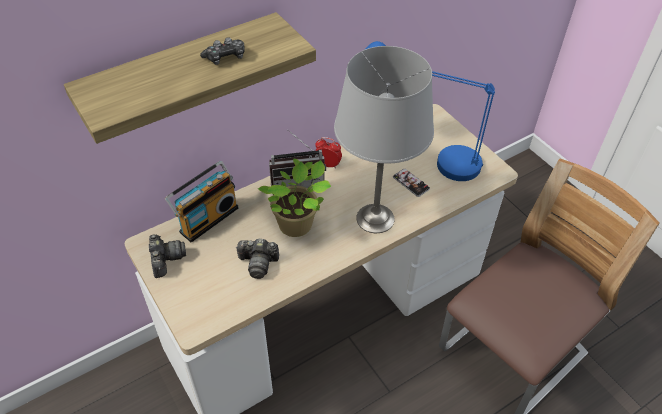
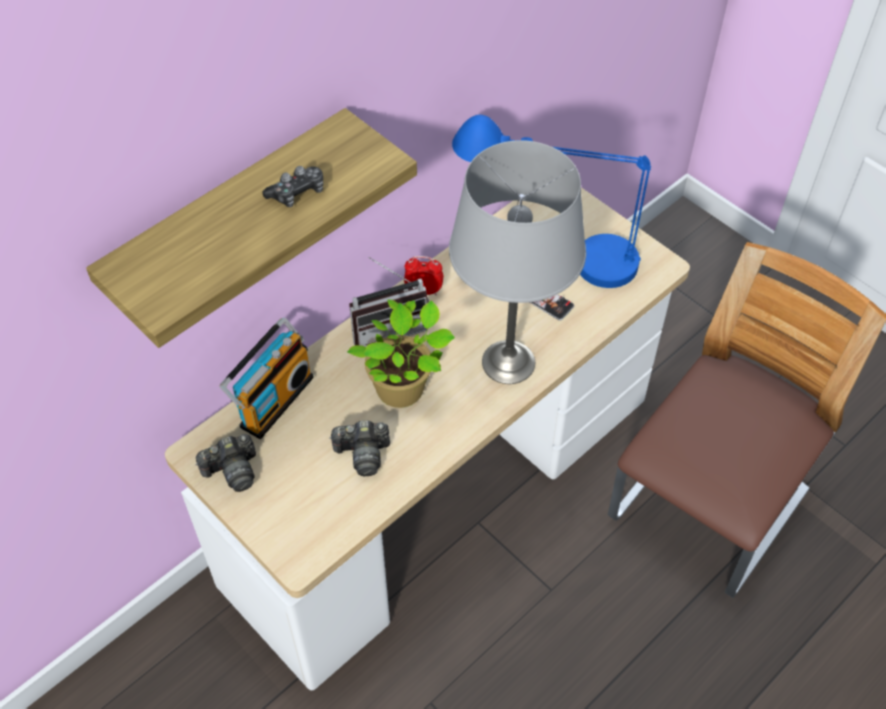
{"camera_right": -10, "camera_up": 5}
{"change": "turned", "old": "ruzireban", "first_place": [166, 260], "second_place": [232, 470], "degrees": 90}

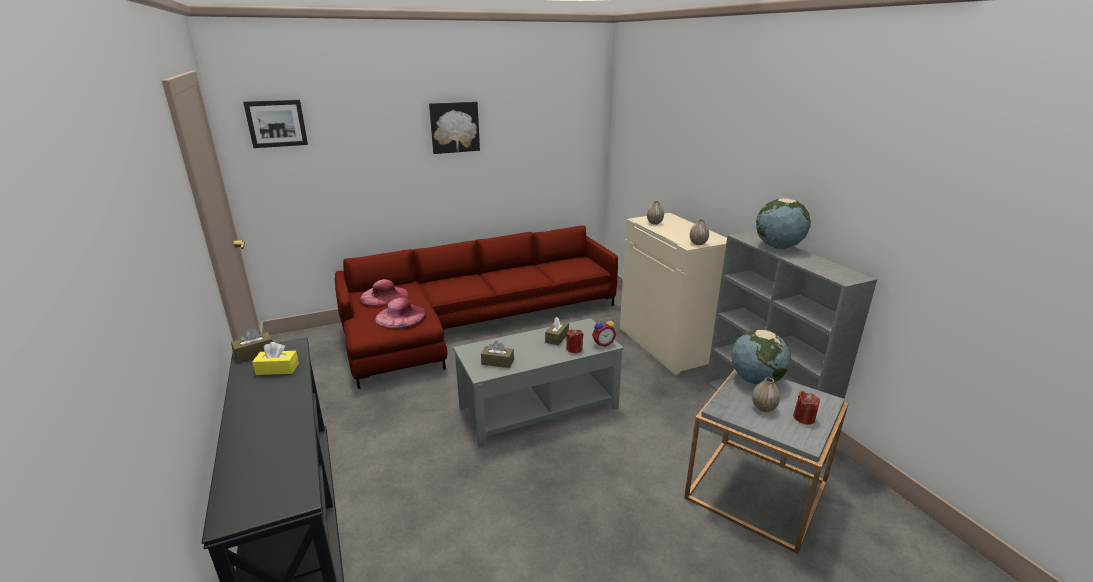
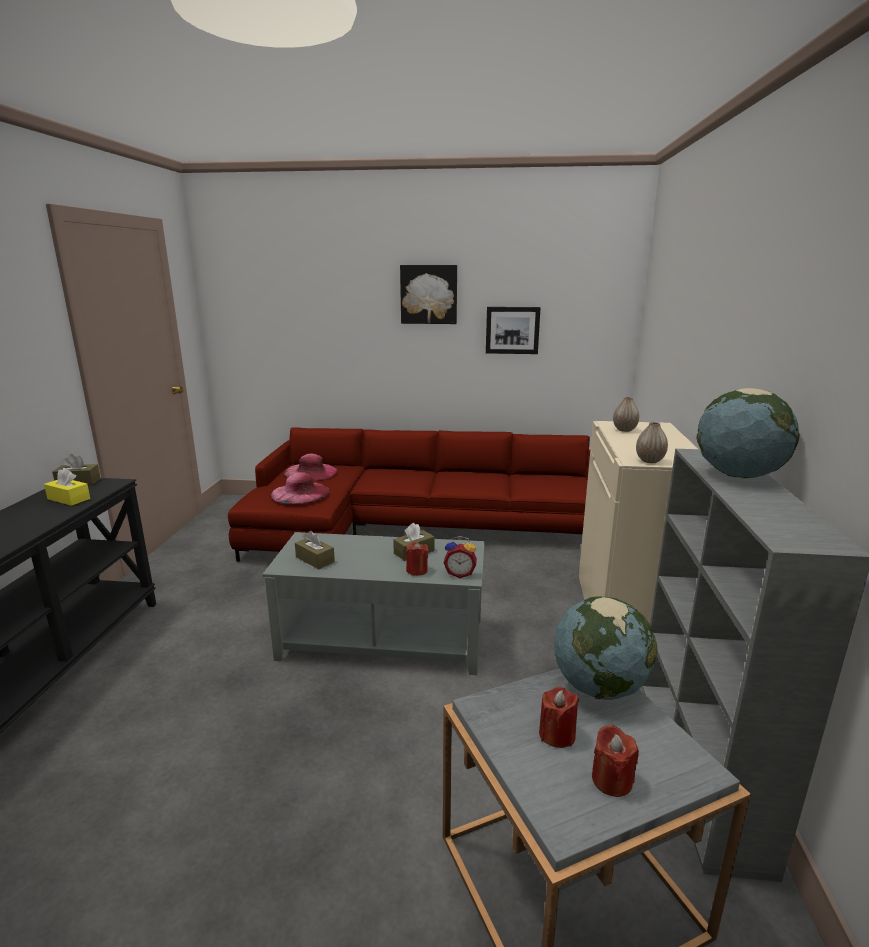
{"camera_right": 30, "camera_up": -5}
{"change": "moved", "old": "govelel", "first_place": [276, 123], "second_place": [512, 330]}
{"change": "replaced", "old": "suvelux", "new": "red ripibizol", "first_place": [763, 408], "second_place": [557, 734]}

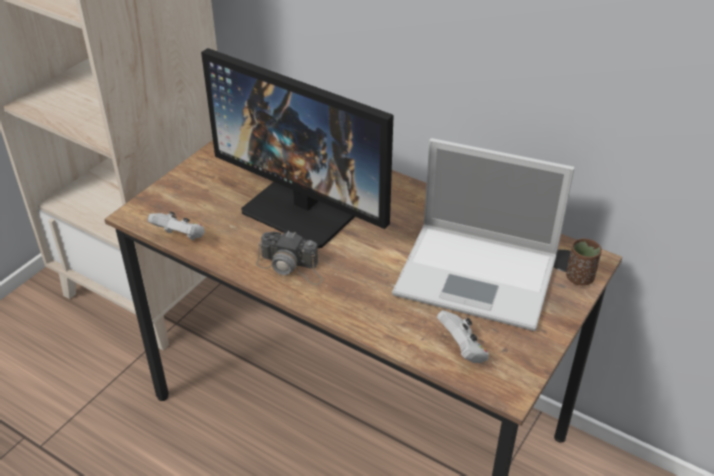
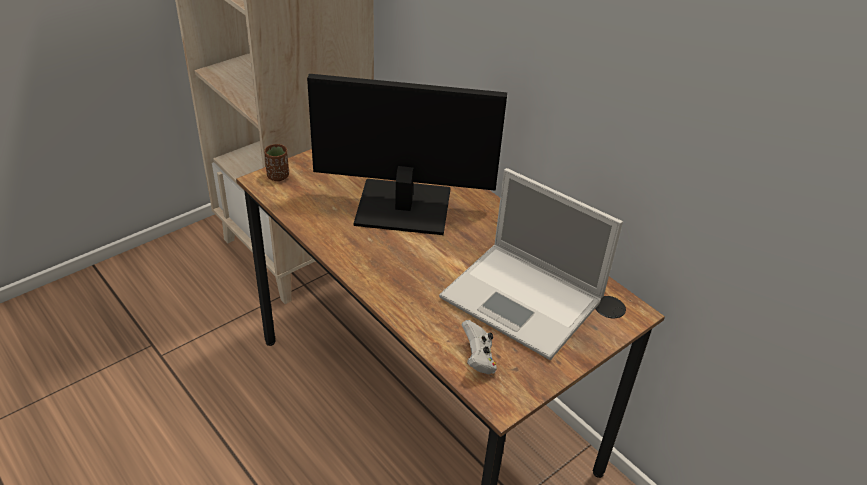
{"camera_right": 15, "camera_up": 0}
{"change": "removed", "old": "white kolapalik", "first_place": [180, 237]}
{"change": "turned", "old": "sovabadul", "first_place": [306, 207], "second_place": [402, 207], "degrees": 135}
{"change": "removed", "old": "ruzireban", "first_place": [291, 267]}
{"change": "moved", "old": "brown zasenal", "first_place": [579, 278], "second_place": [278, 176]}

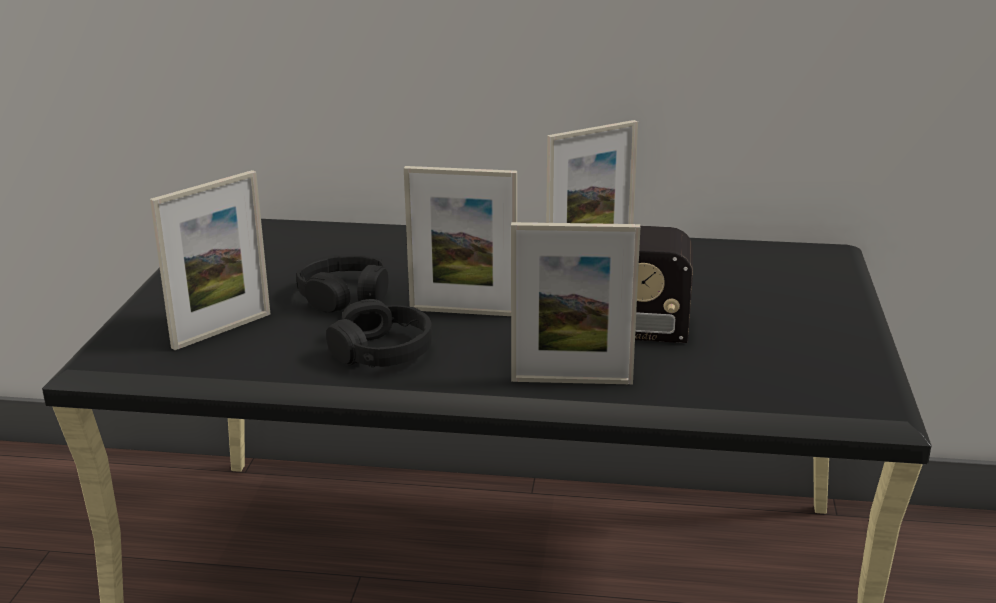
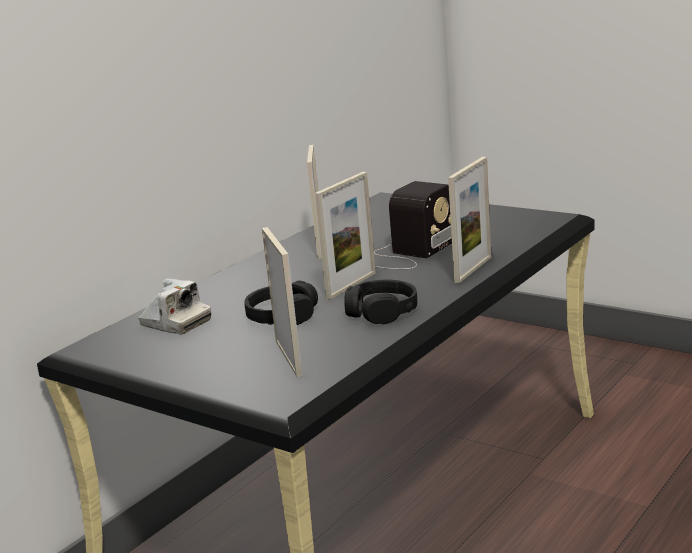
{"camera_right": -60, "camera_up": -5}
{"change": "added", "new": "ruzireban", "second_place": [175, 323]}

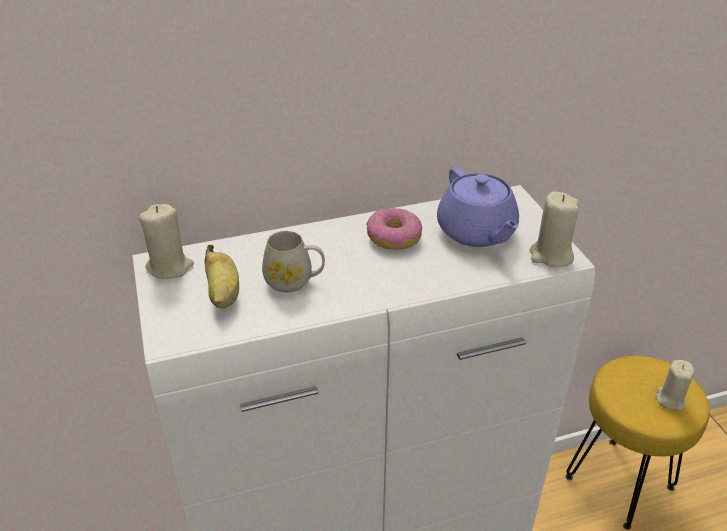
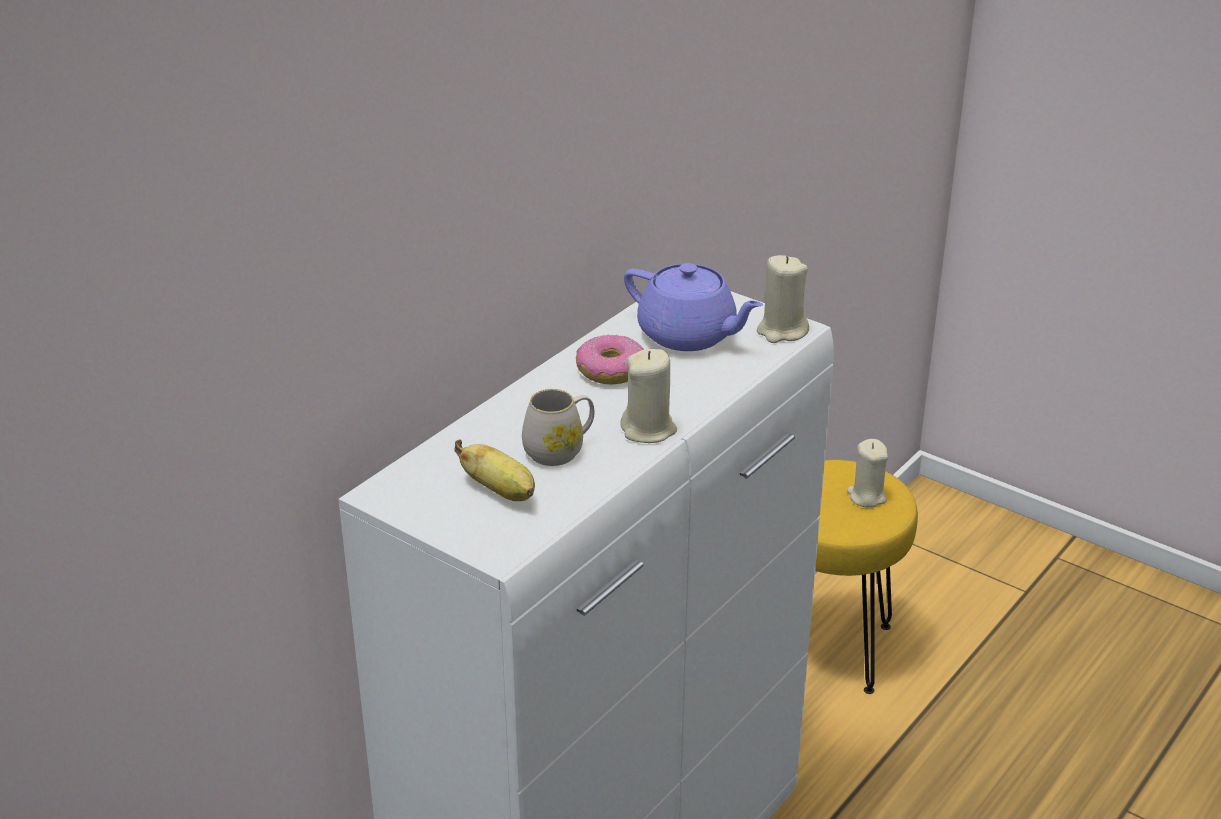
{"camera_right": -35, "camera_up": -5}
{"change": "moved", "old": "beige ripibizol", "first_place": [170, 267], "second_place": [649, 429]}

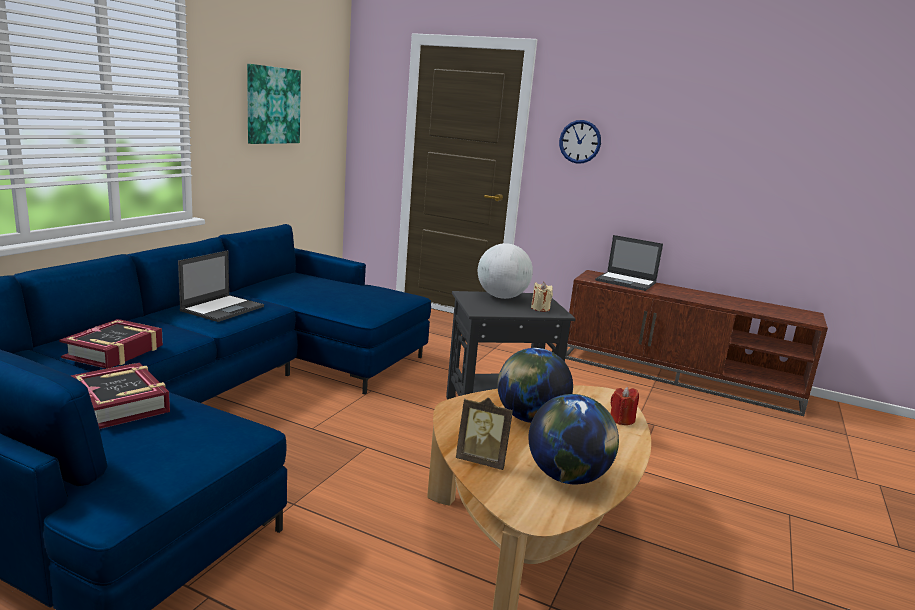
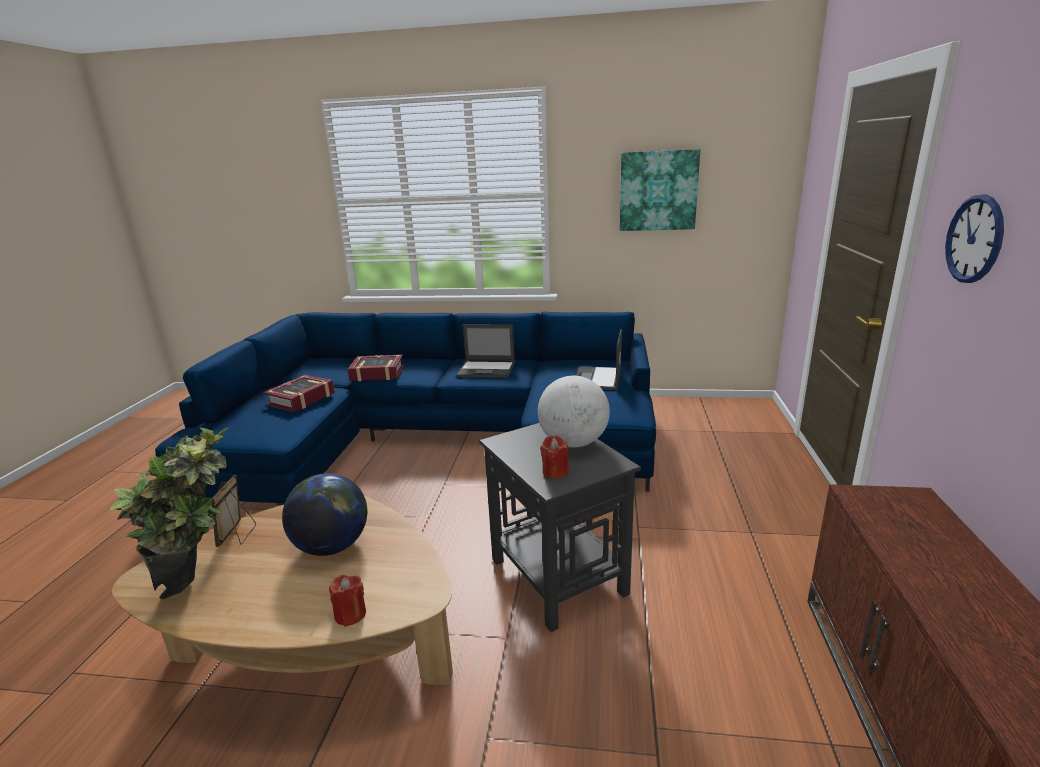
{"camera_right": 75, "camera_up": 5}
{"change": "replaced", "old": "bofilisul", "new": "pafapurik", "first_place": [567, 477], "second_place": [207, 588]}
{"change": "recoloured", "old": "beige ripibizol", "new": "red ripibizol", "first_place": [540, 308], "second_place": [555, 471]}
{"change": "moved", "old": "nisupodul", "first_place": [626, 282], "second_place": [597, 379]}

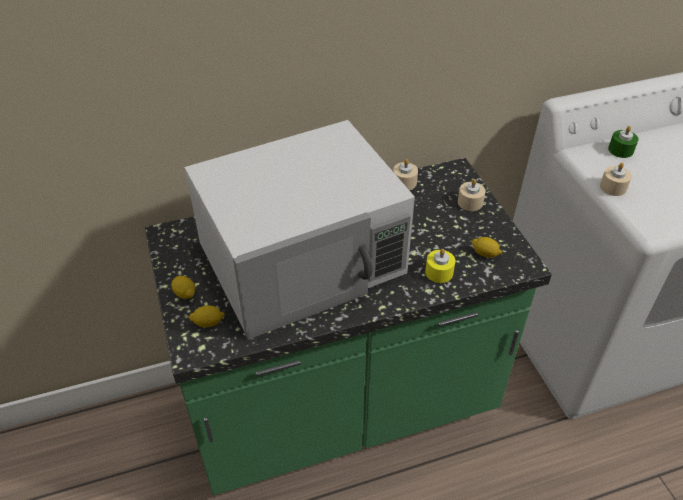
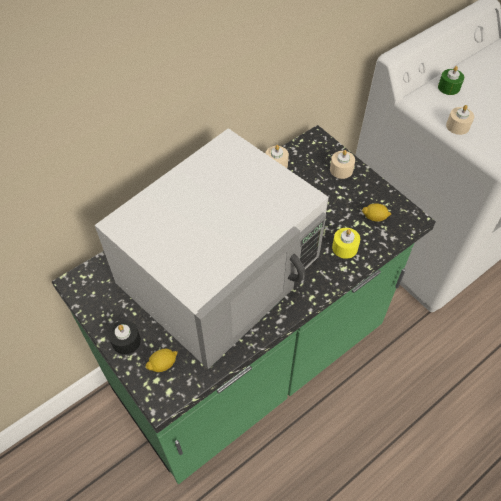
{"camera_right": -20, "camera_up": 10}
{"change": "replaced", "old": "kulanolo", "new": "black ripibizol", "first_place": [184, 293], "second_place": [126, 341]}

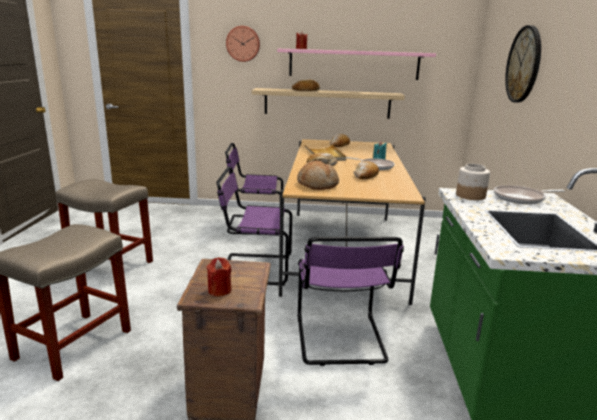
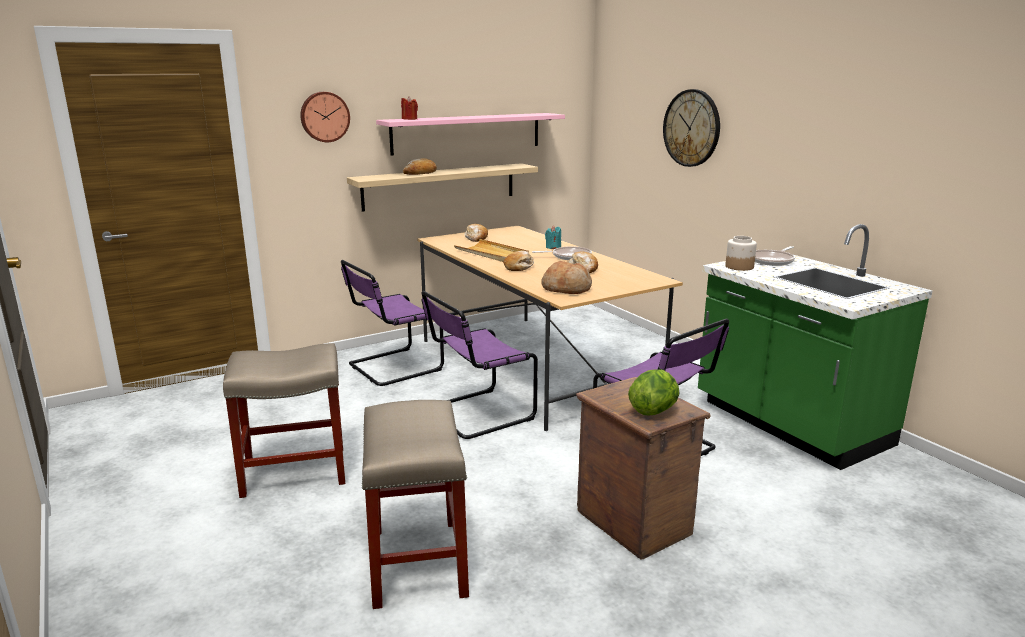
{"camera_right": -35, "camera_up": 0}
{"change": "replaced", "old": "red ripibizol", "new": "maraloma", "first_place": [219, 290], "second_place": [654, 411]}

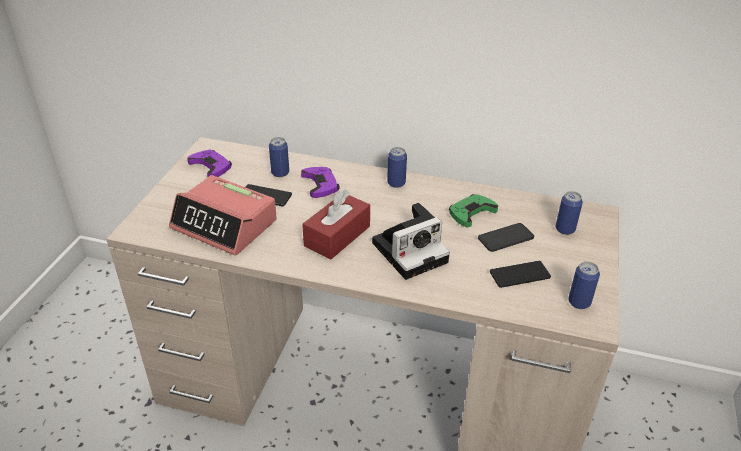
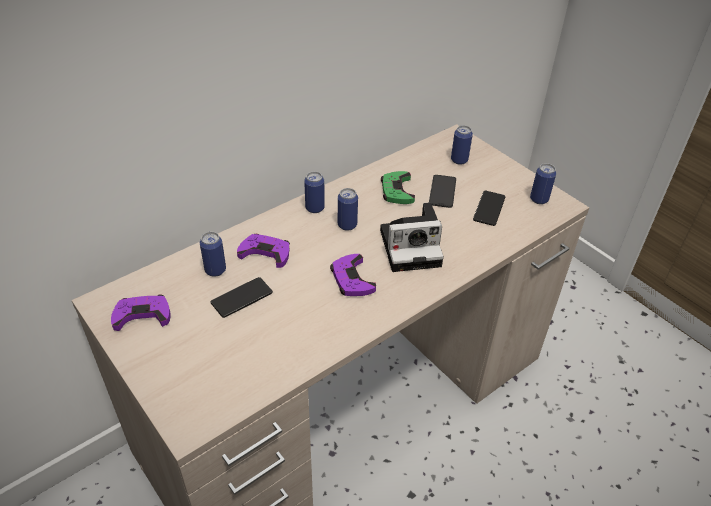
{"camera_right": -55, "camera_up": 5}
{"change": "removed", "old": "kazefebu", "first_place": [225, 225]}
{"change": "replaced", "old": "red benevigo", "new": "purple kolapalik", "first_place": [337, 236], "second_place": [352, 279]}
{"change": "turned", "old": "ruzireban", "first_place": [411, 251], "second_place": [412, 247], "degrees": 75}
{"change": "added", "new": "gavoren", "second_place": [347, 225]}

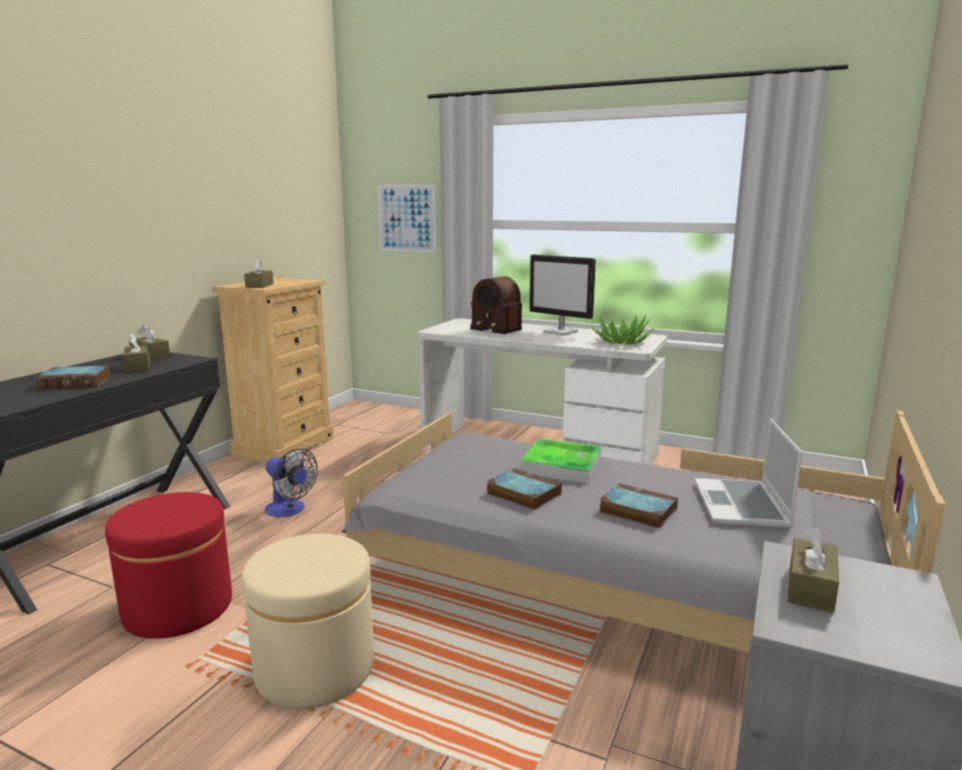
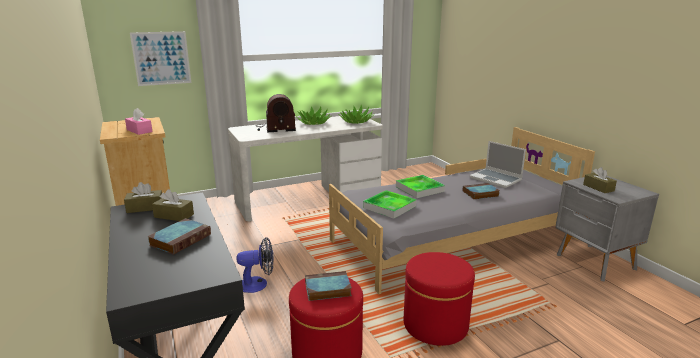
{"camera_right": -50, "camera_up": 5}
{"change": "recoloured", "old": "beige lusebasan", "new": "red lusebasan", "first_place": [315, 668], "second_place": [435, 325]}
{"change": "recoloured", "old": "brown benevigo", "new": "pink benevigo", "first_place": [259, 286], "second_place": [139, 131]}
{"change": "moved", "old": "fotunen", "first_place": [522, 493], "second_place": [326, 289]}
{"change": "replaced", "old": "sovabadul", "new": "pafapurik", "first_place": [561, 332], "second_place": [313, 123]}
{"change": "added", "new": "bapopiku", "second_place": [389, 207]}

